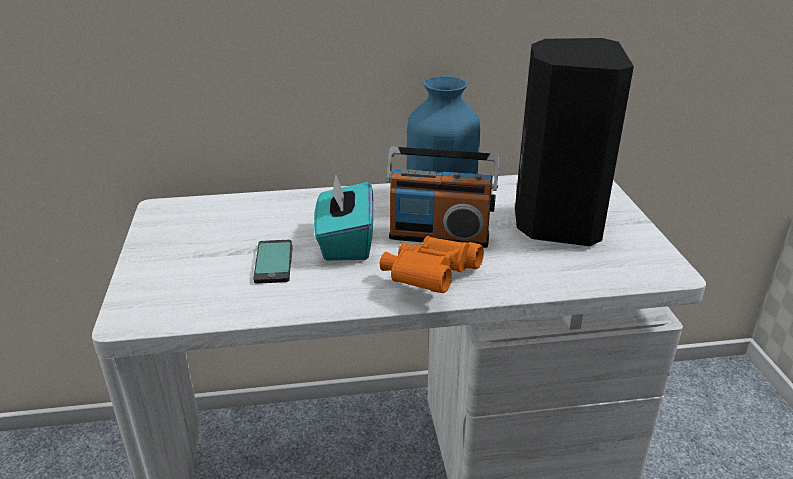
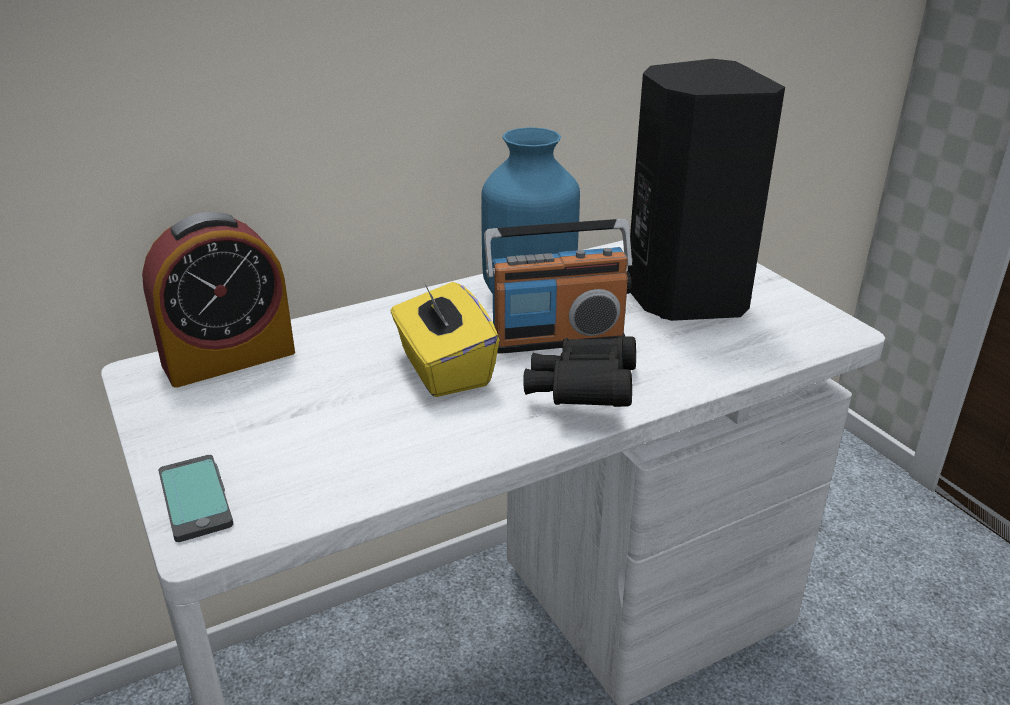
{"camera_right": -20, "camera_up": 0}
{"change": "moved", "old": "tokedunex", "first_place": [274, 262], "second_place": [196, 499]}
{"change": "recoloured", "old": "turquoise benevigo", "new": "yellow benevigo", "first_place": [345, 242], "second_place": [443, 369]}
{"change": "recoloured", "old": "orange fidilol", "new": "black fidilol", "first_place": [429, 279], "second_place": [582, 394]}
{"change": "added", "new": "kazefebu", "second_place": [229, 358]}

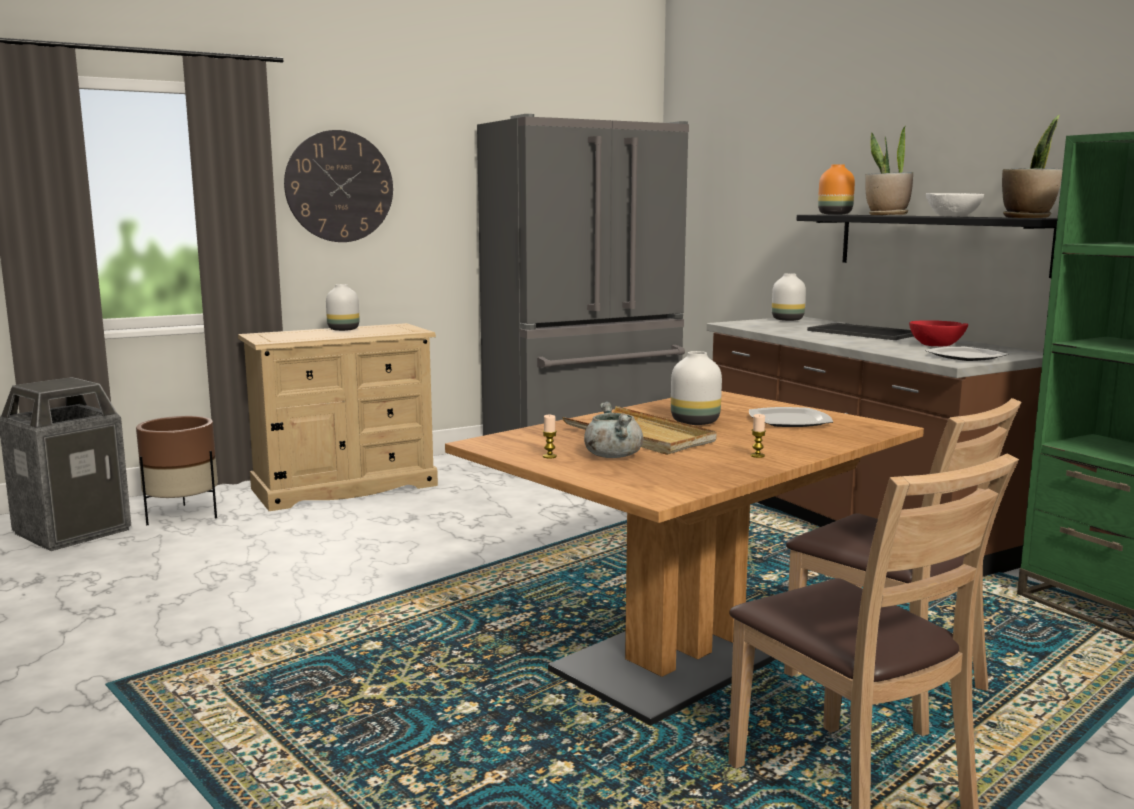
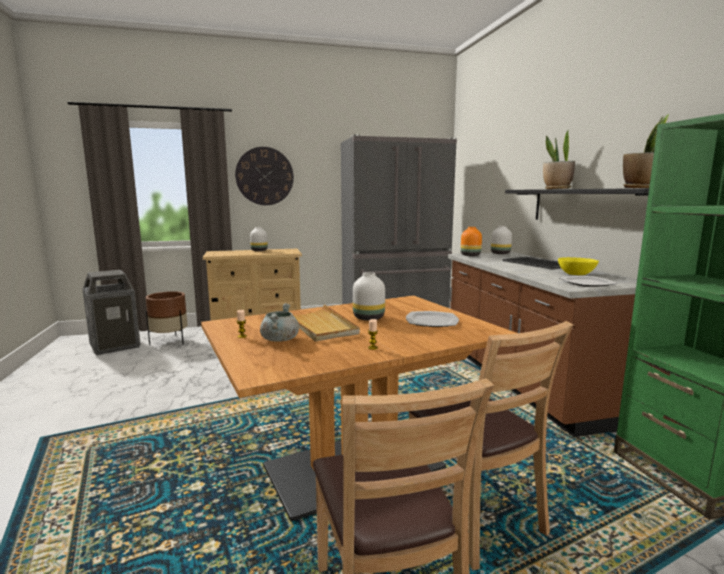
{"camera_right": 15, "camera_up": 0}
{"change": "moved", "old": "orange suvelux", "first_place": [834, 214], "second_place": [470, 255]}
{"change": "recoloured", "old": "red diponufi", "new": "yellow diponufi", "first_place": [936, 345], "second_place": [576, 274]}
{"change": "removed", "old": "white diponufi", "first_place": [952, 216]}

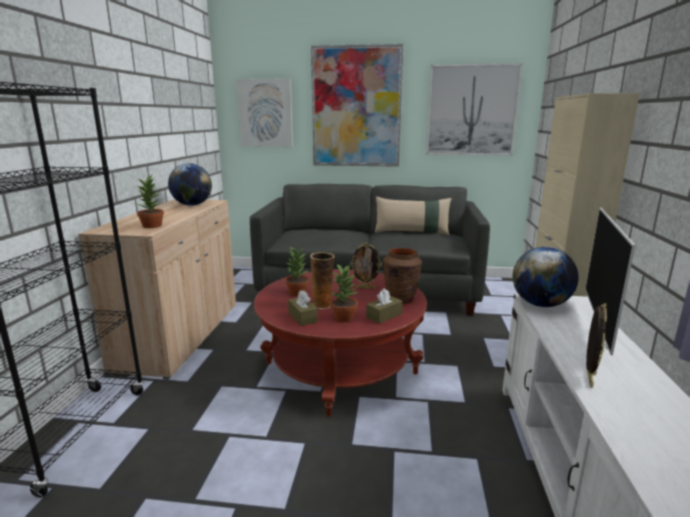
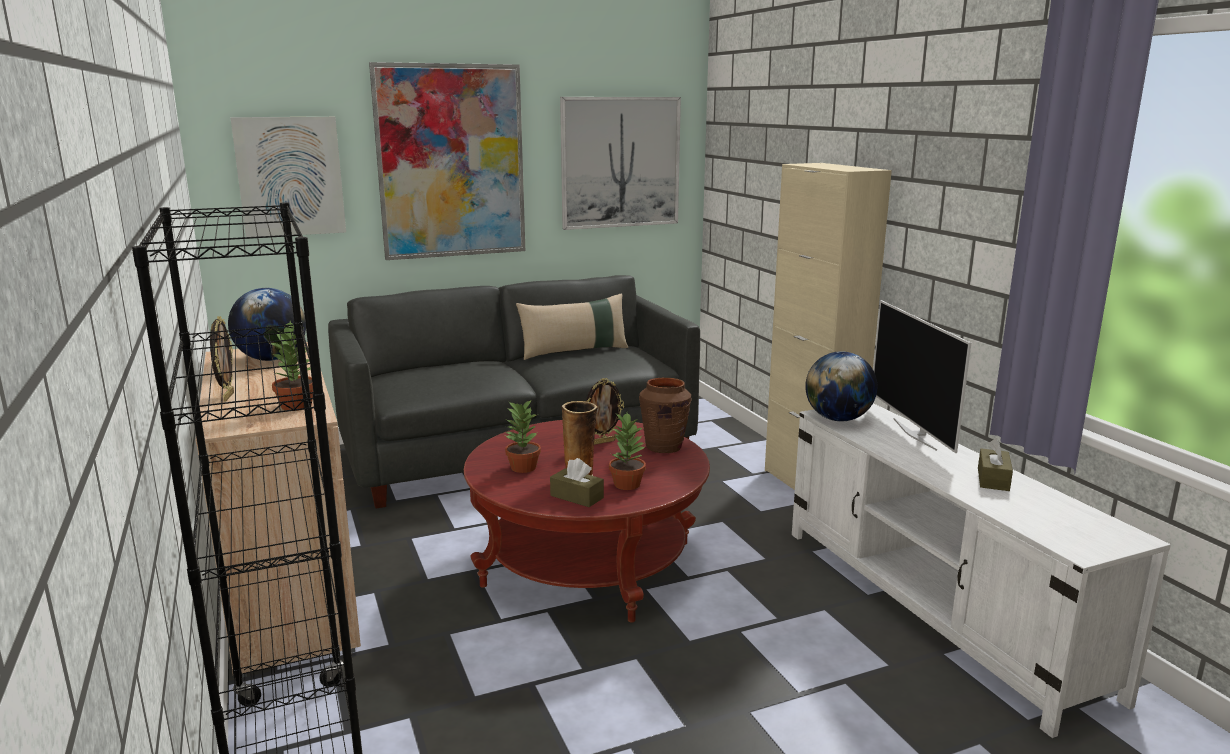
{"camera_right": -30, "camera_up": 0}
{"change": "moved", "old": "brown benevigo", "first_place": [384, 316], "second_place": [993, 479]}
{"change": "moved", "old": "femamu", "first_place": [588, 379], "second_place": [227, 396]}

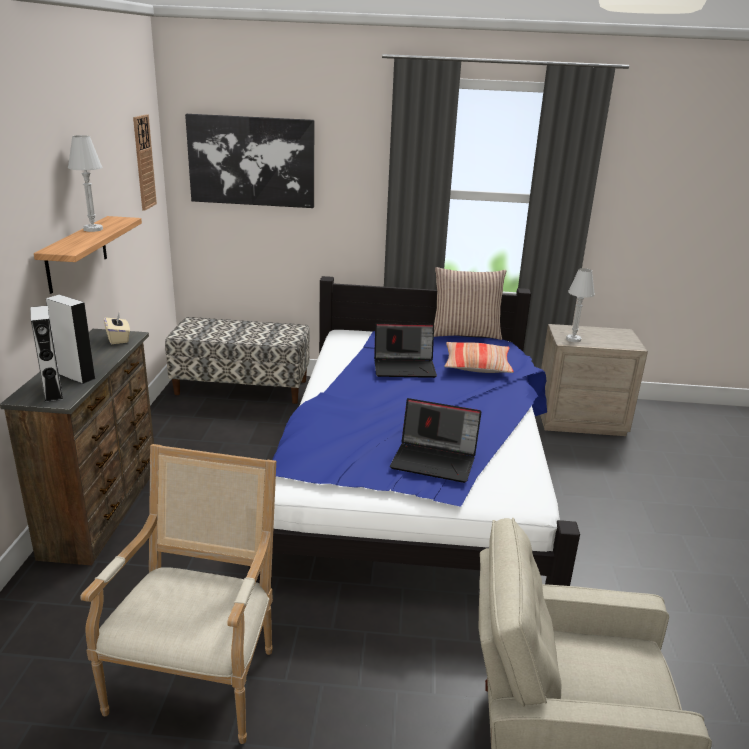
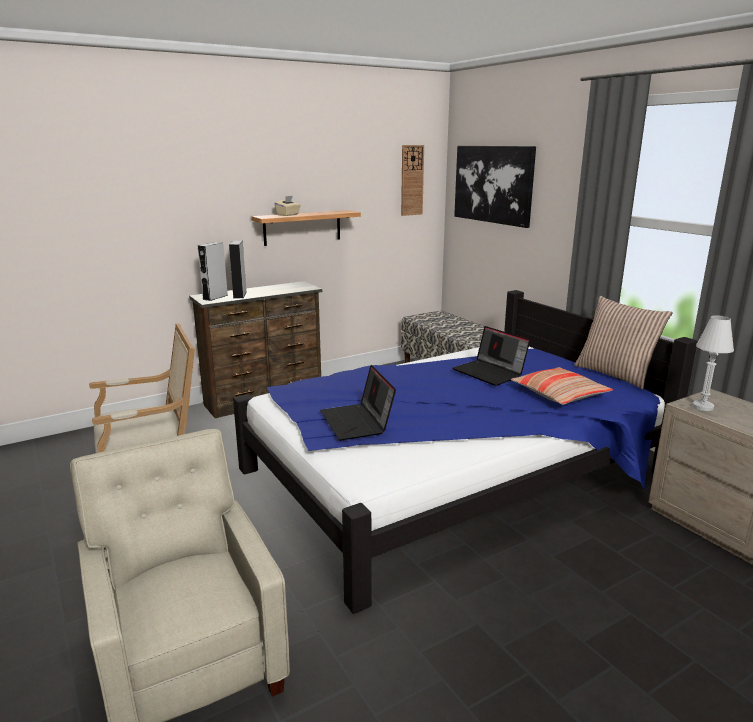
{"camera_right": 55, "camera_up": -5}
{"change": "removed", "old": "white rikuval", "first_place": [93, 229]}
{"change": "moved", "old": "beige benevigo", "first_place": [118, 339], "second_place": [288, 215]}

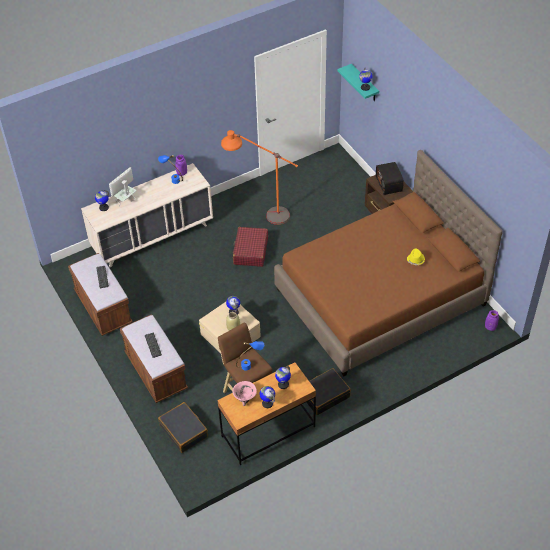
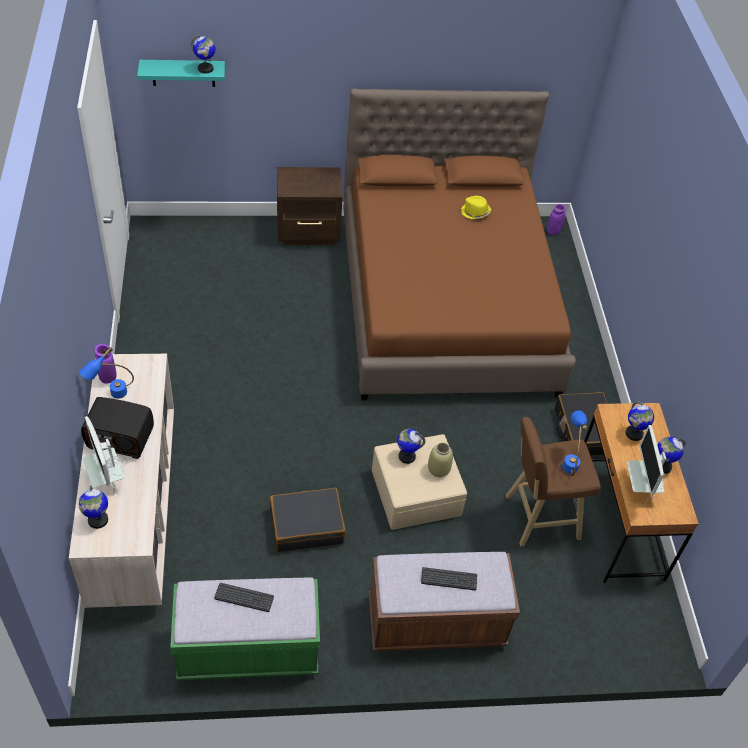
{"camera_right": -70, "camera_up": 0}
{"change": "recoloured", "old": "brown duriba", "new": "green duriba", "first_place": [103, 308], "second_place": [248, 650]}
{"change": "moved", "old": "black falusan", "first_place": [184, 431], "second_place": [306, 525]}
{"change": "removed", "old": "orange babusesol", "first_place": [261, 214]}
{"change": "replaced", "old": "pink diponufi", "new": "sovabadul", "first_place": [245, 398], "second_place": [641, 489]}
{"change": "removed", "old": "red falusan", "first_place": [250, 251]}
{"change": "moved", "old": "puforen", "first_place": [389, 184], "second_place": [121, 437]}

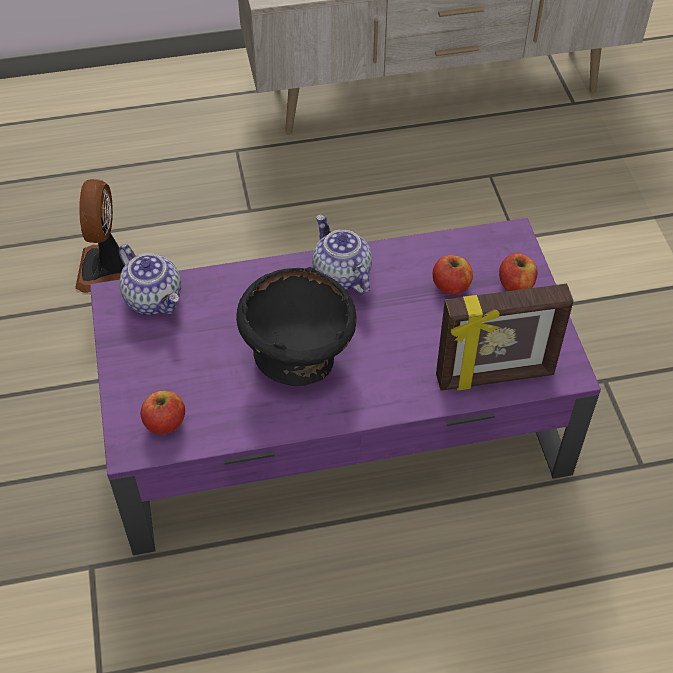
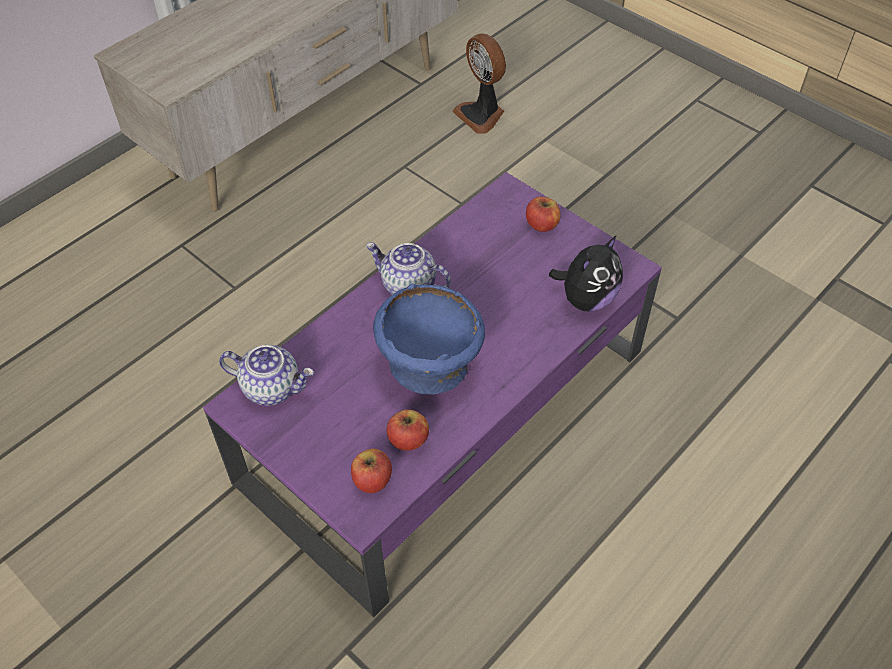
{"camera_right": -35, "camera_up": 0}
{"change": "moved", "old": "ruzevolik", "first_place": [106, 269], "second_place": [481, 115]}
{"change": "recoloured", "old": "black diponufi", "new": "blue diponufi", "first_place": [299, 353], "second_place": [430, 363]}
{"change": "moved", "old": "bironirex", "first_place": [451, 286], "second_place": [408, 439]}
{"change": "replaced", "old": "femamu", "new": "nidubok", "first_place": [495, 377], "second_place": [586, 299]}

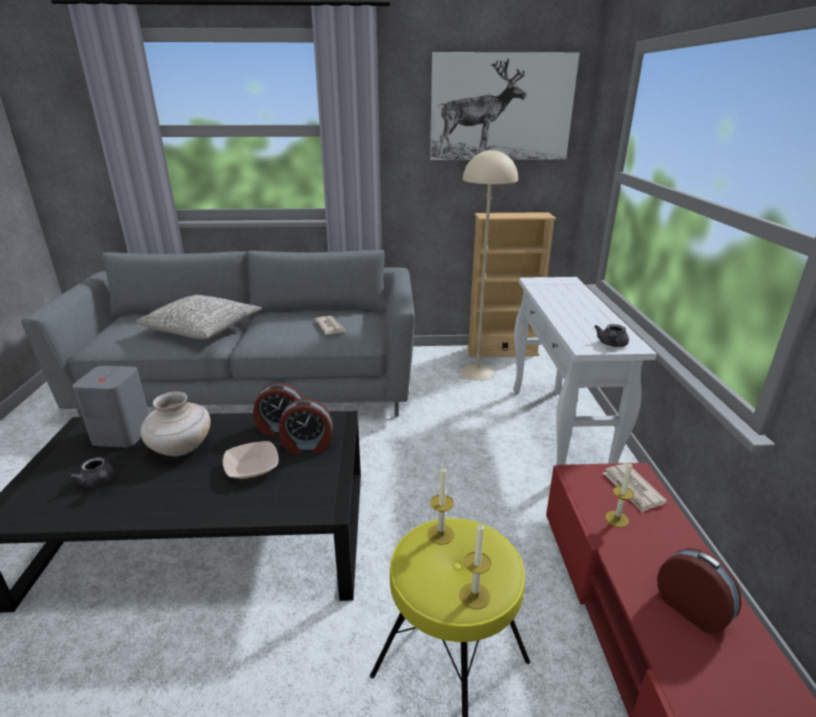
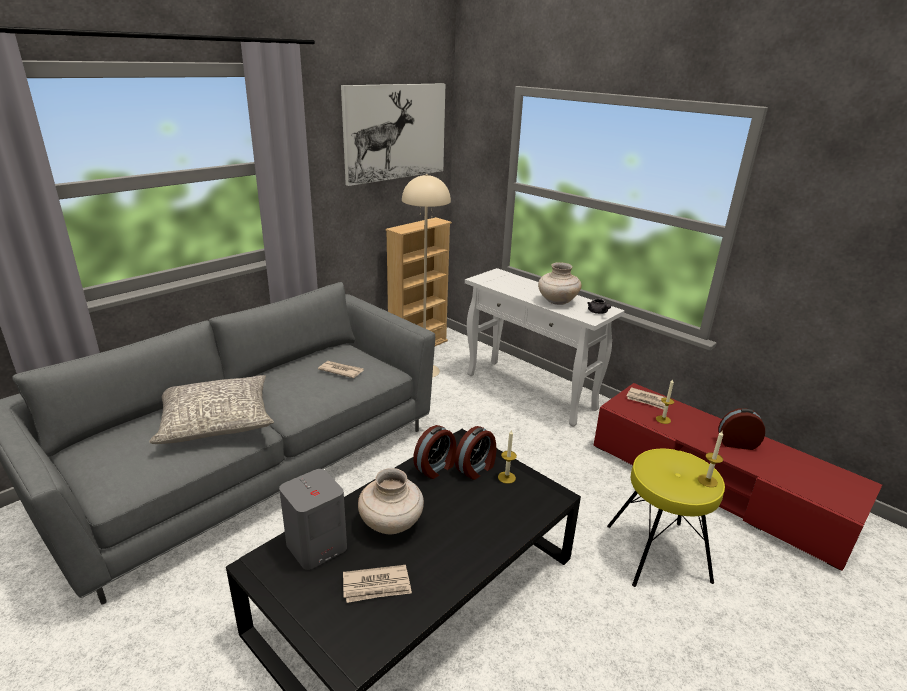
{"camera_right": -45, "camera_up": 0}
{"change": "replaced", "old": "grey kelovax", "new": "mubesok", "first_place": [98, 482], "second_place": [377, 586]}
{"change": "removed", "old": "diponufi", "first_place": [252, 468]}
{"change": "moved", "old": "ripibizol", "first_place": [440, 534], "second_place": [506, 477]}
{"change": "added", "new": "beige suvelux", "second_place": [557, 301]}

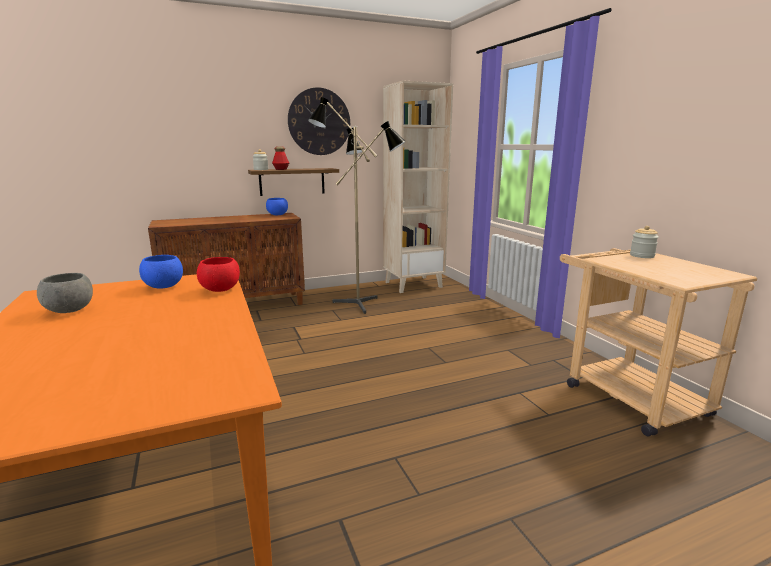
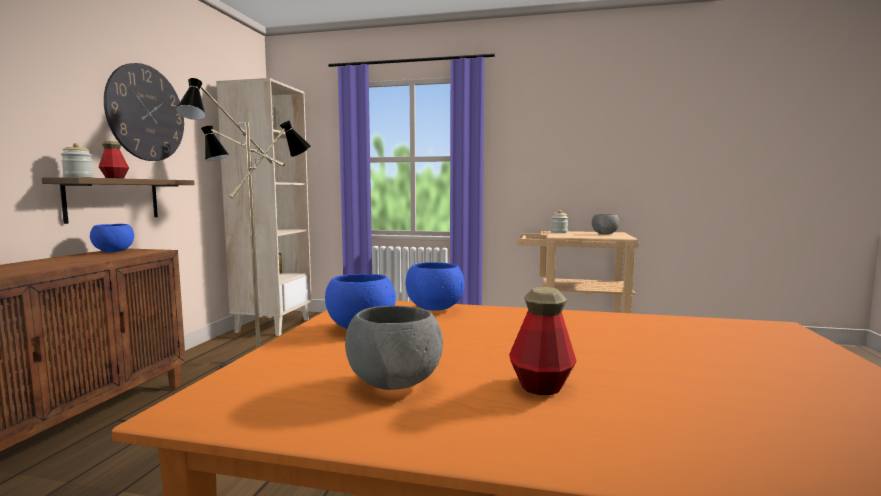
{"camera_right": -55, "camera_up": -10}
{"change": "recoloured", "old": "red diponufi", "new": "blue diponufi", "first_place": [221, 290], "second_place": [435, 308]}
{"change": "added", "new": "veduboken", "second_place": [541, 385]}
{"change": "added", "new": "grey diponufi", "second_place": [604, 234]}

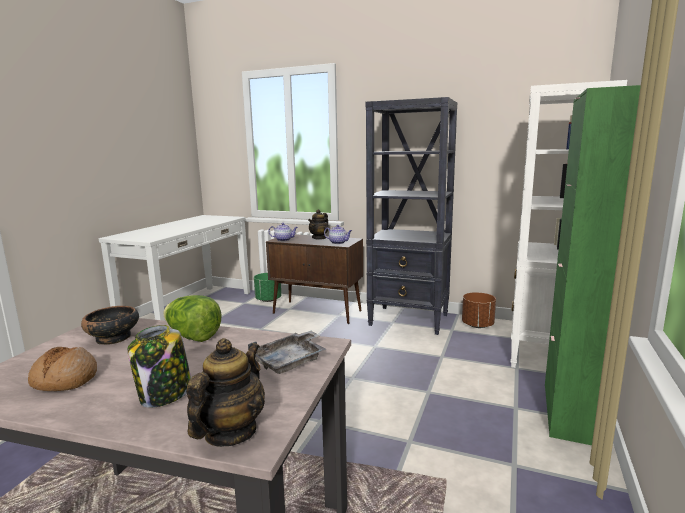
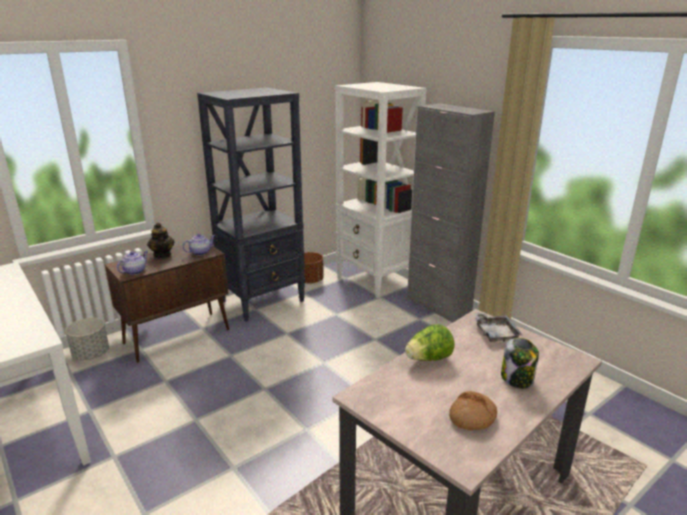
{"camera_right": -60, "camera_up": 10}
{"change": "removed", "old": "diponufi", "first_place": [113, 338]}
{"change": "removed", "old": "kelovax", "first_place": [230, 432]}
{"change": "recoloured", "old": "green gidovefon", "new": "grey gidovefon", "first_place": [268, 300], "second_place": [91, 354]}
{"change": "recoloured", "old": "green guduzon", "new": "grey guduzon", "first_place": [570, 412], "second_place": [438, 306]}

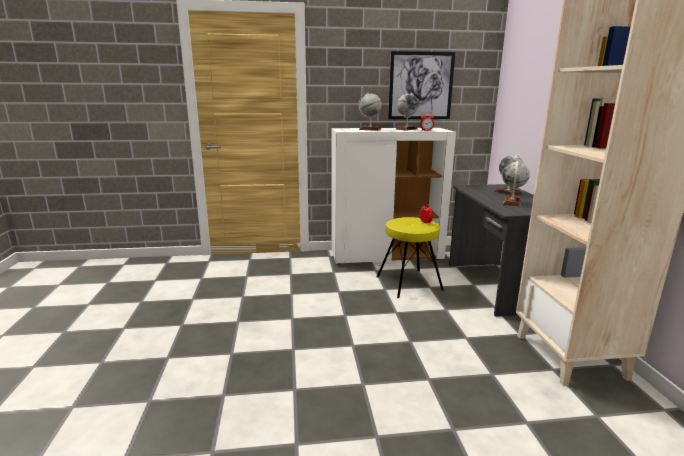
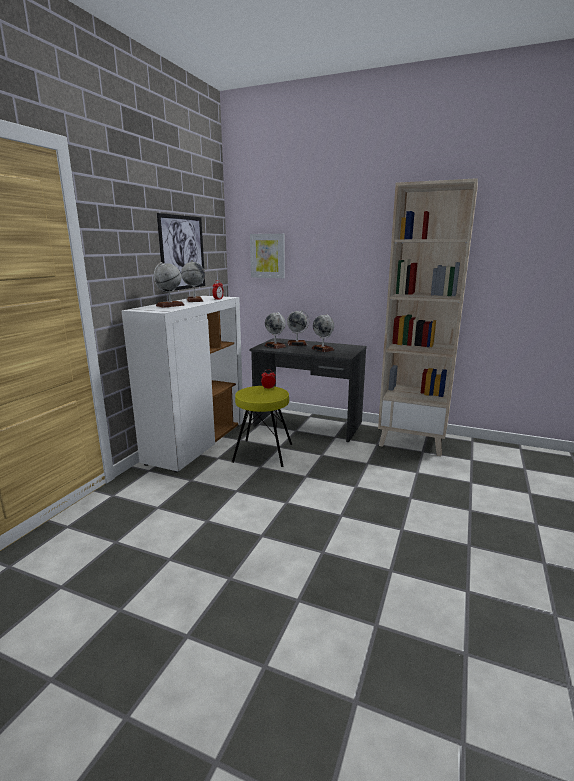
{"camera_right": -60, "camera_up": 0}
{"change": "added", "new": "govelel", "second_place": [268, 256]}
{"change": "added", "new": "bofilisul", "second_place": [275, 346]}

